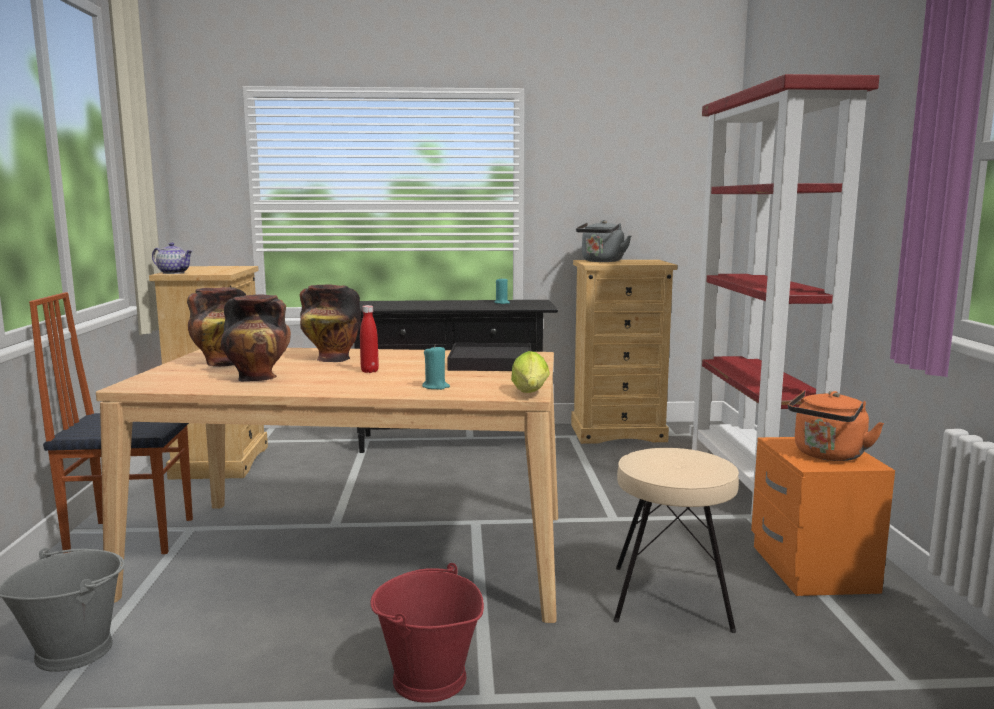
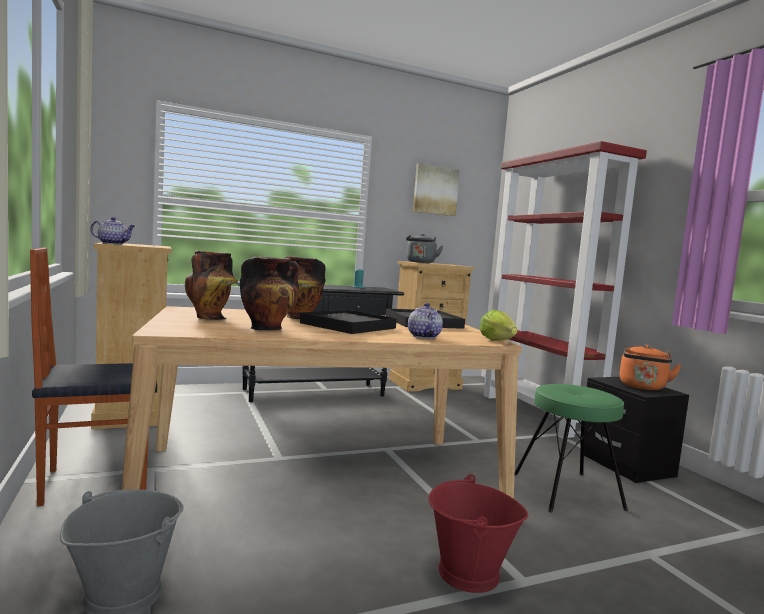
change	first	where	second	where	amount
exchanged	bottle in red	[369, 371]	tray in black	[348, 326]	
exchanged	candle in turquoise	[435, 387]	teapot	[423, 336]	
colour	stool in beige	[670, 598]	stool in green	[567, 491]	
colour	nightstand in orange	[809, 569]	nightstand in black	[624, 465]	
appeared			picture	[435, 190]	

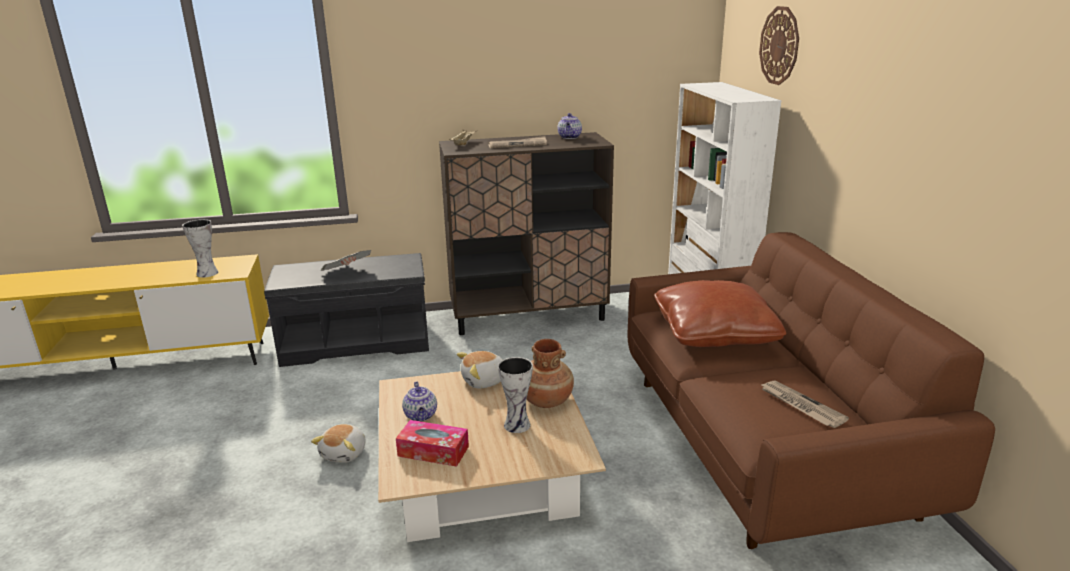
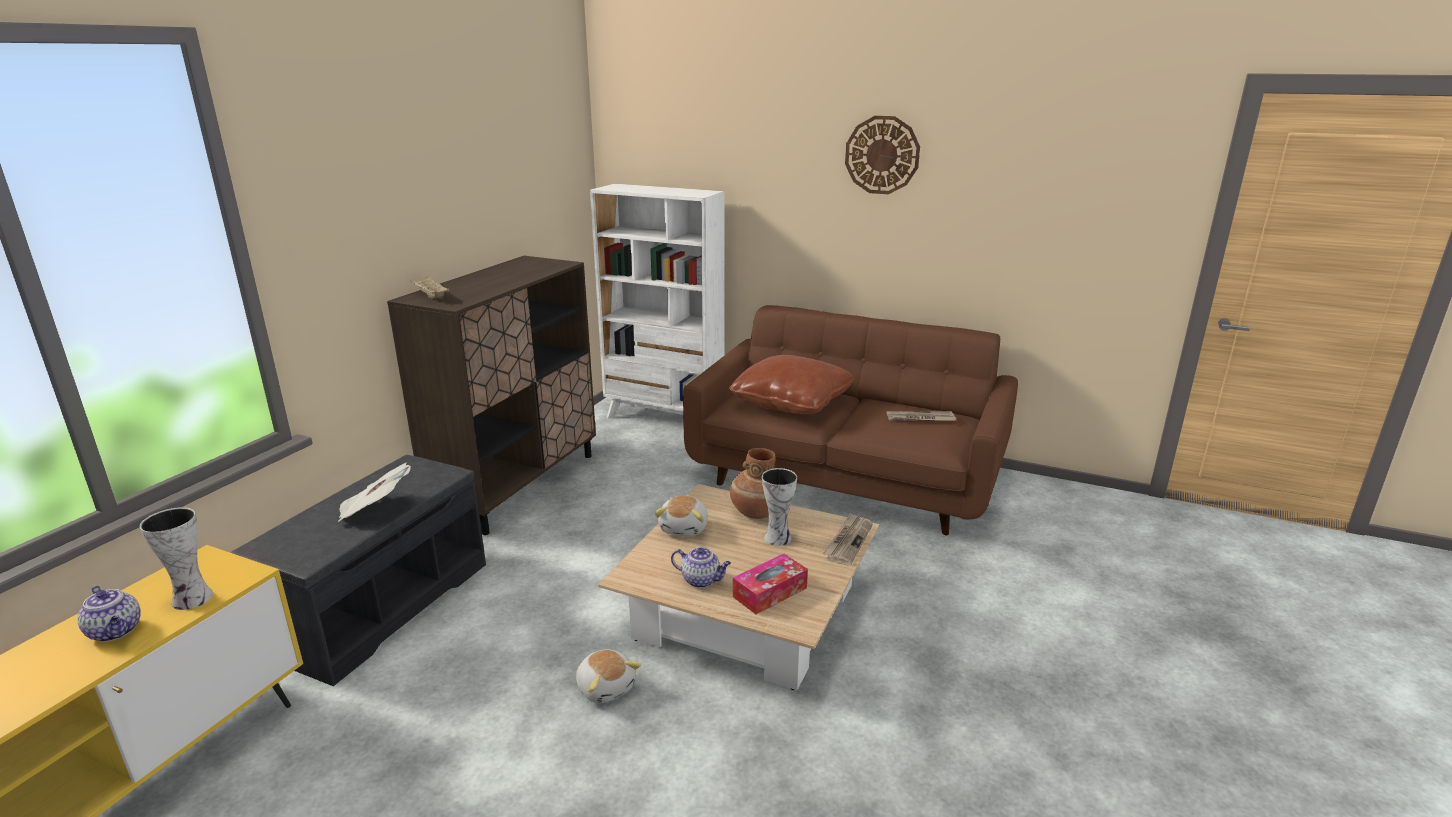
change	first	where	second	where	amount
relocated	newspaper	[518, 145]		[848, 541]	
relocated	teapot	[569, 137]		[116, 631]	
relocated	wall clock	[779, 45]		[882, 155]	

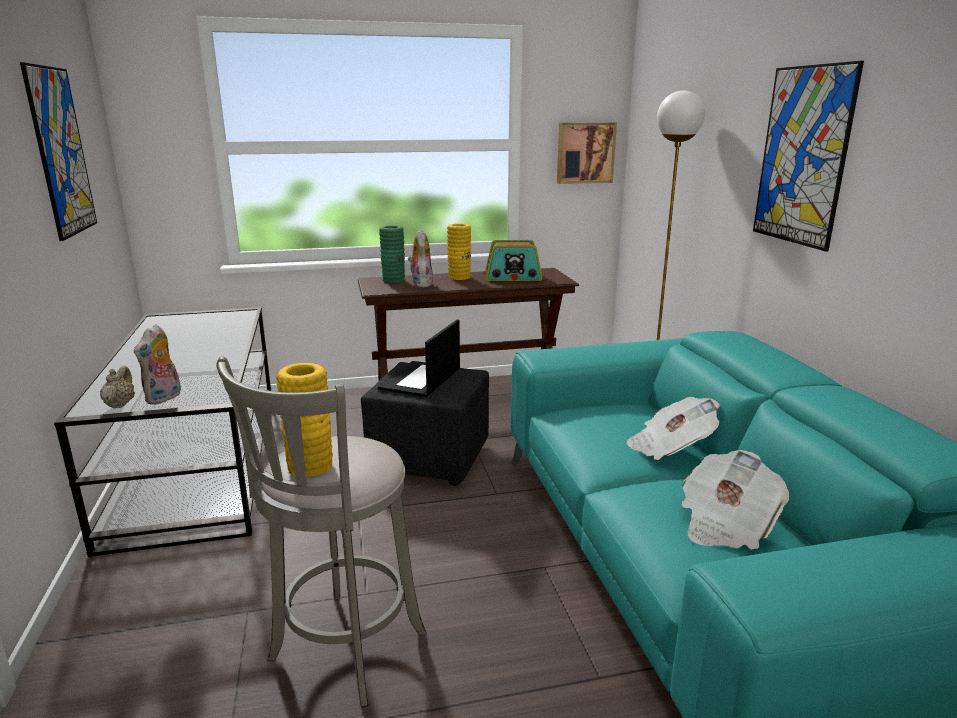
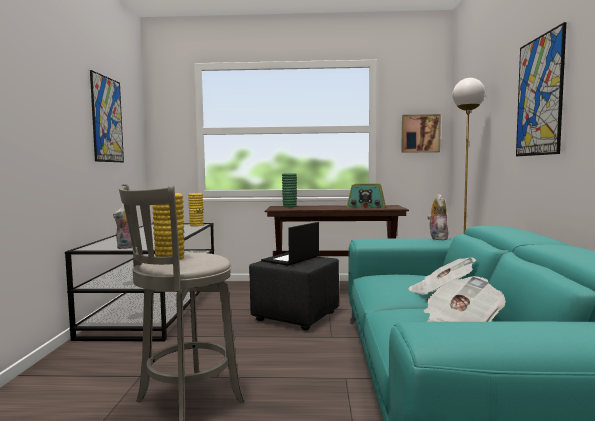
change	first	where	second	where	amount
missing	teapot in beige	[120, 404]			
relocated	plush toy	[421, 284]		[437, 238]	
relocated	vase in yellow	[459, 277]		[196, 225]	

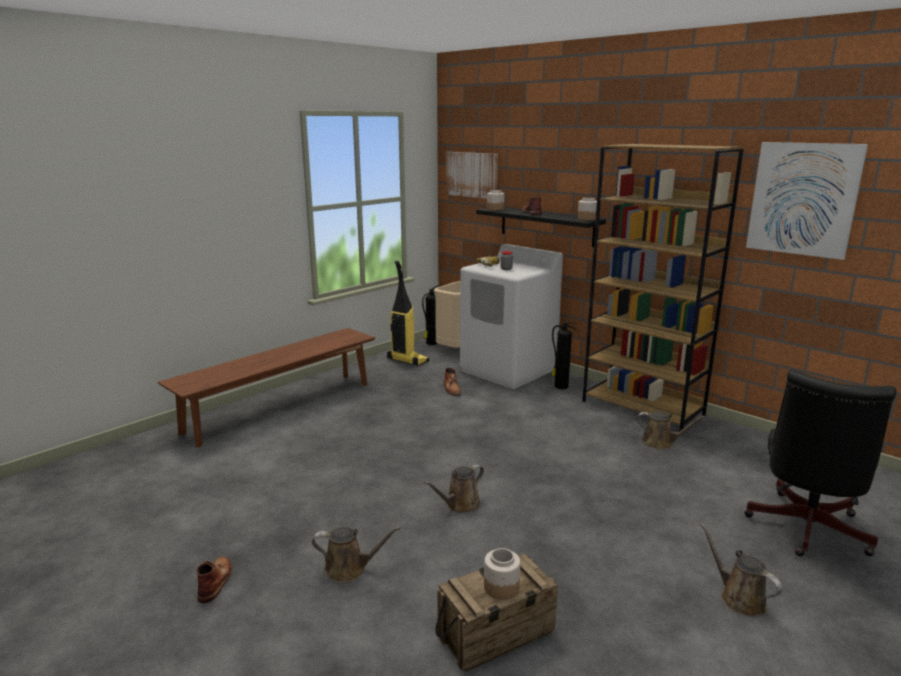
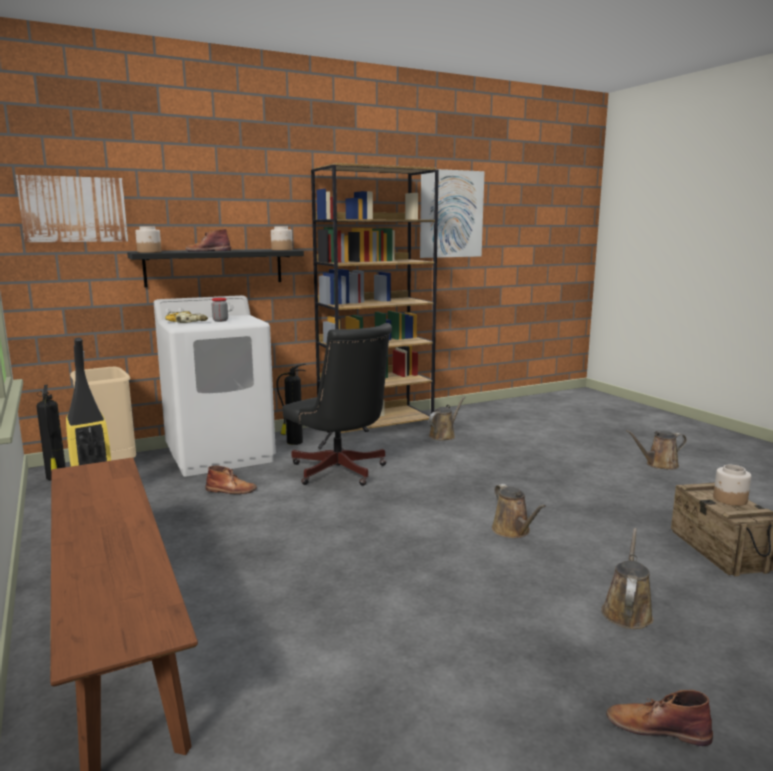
change	first	where	second	where	amount
relocated	office chair in black	[805, 530]		[341, 472]	

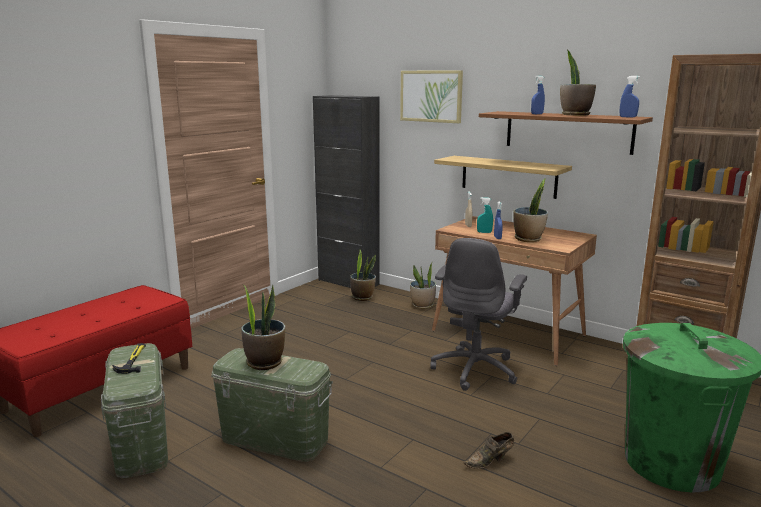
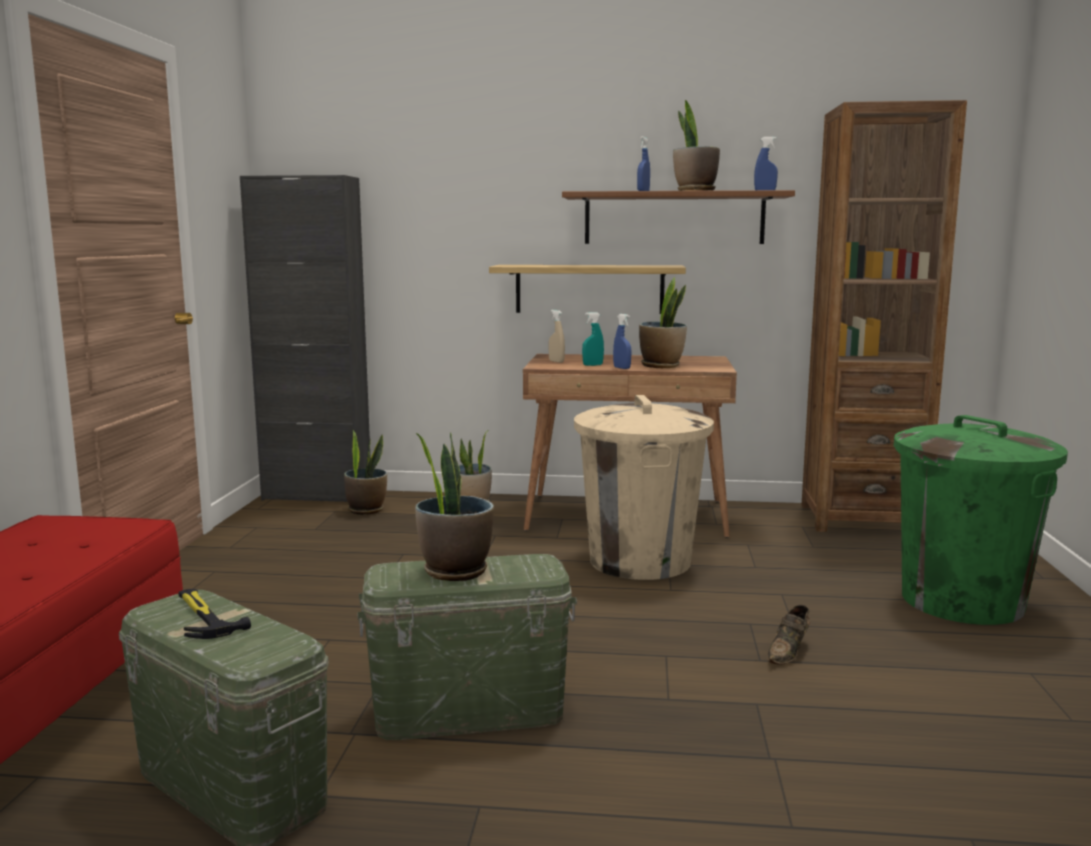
change	first	where	second	where	amount
missing	picture	[431, 96]			
exchanged	office chair in grey	[475, 369]	trash can in beige	[639, 561]	

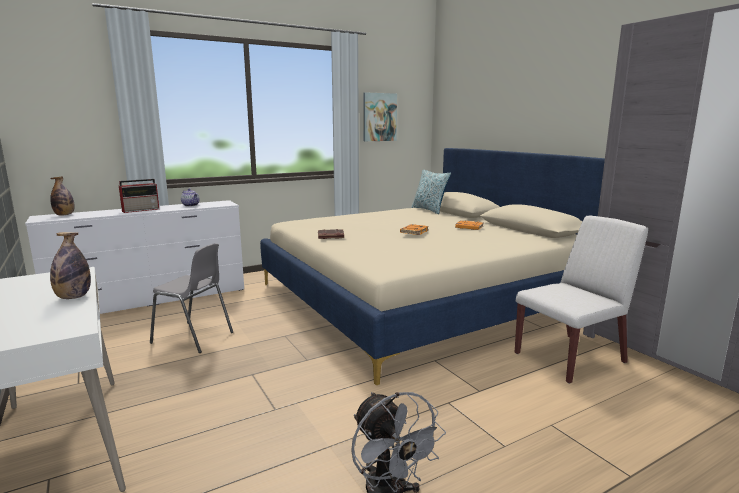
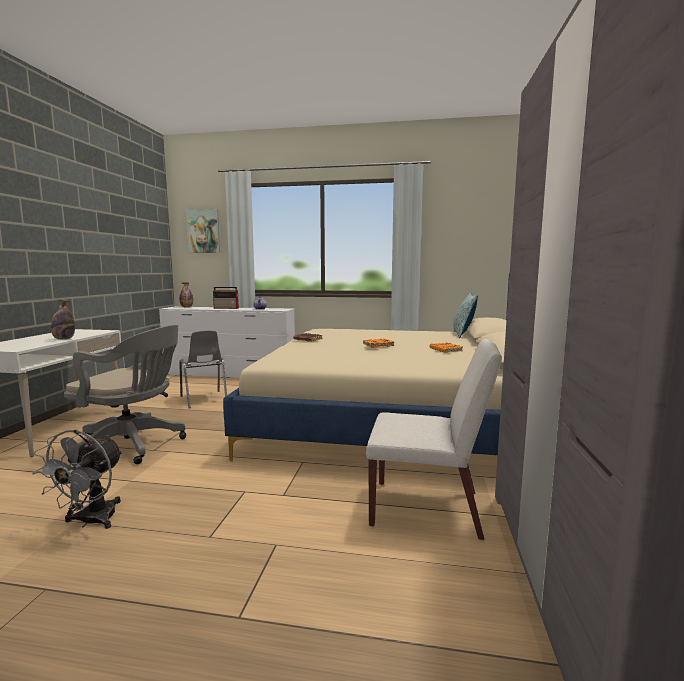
change	first	where	second	where	amount
relocated	picture	[379, 117]		[203, 231]	
appeared			office chair in grey	[134, 445]	

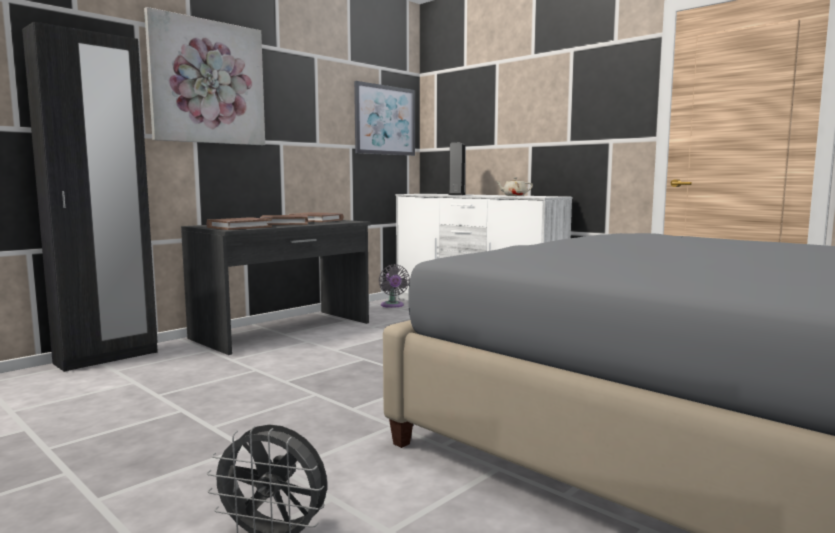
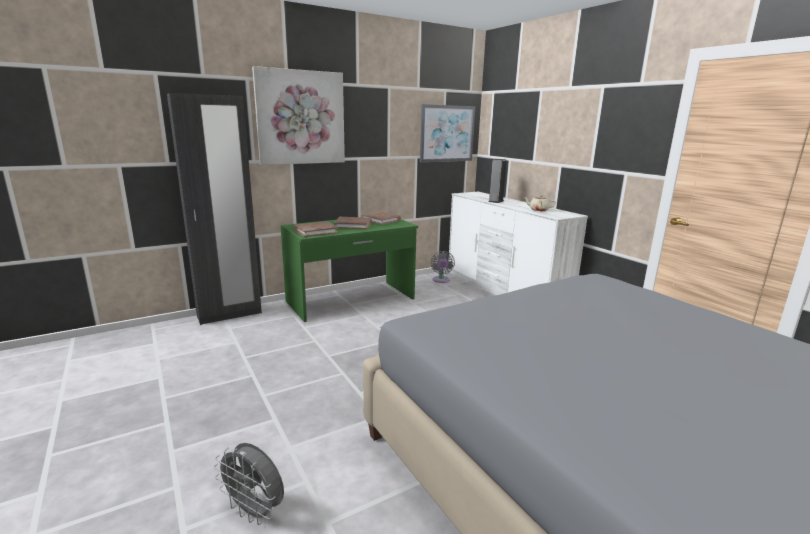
change	first	where	second	where	amount
colour	desk in grey	[284, 330]	desk in green	[351, 300]	

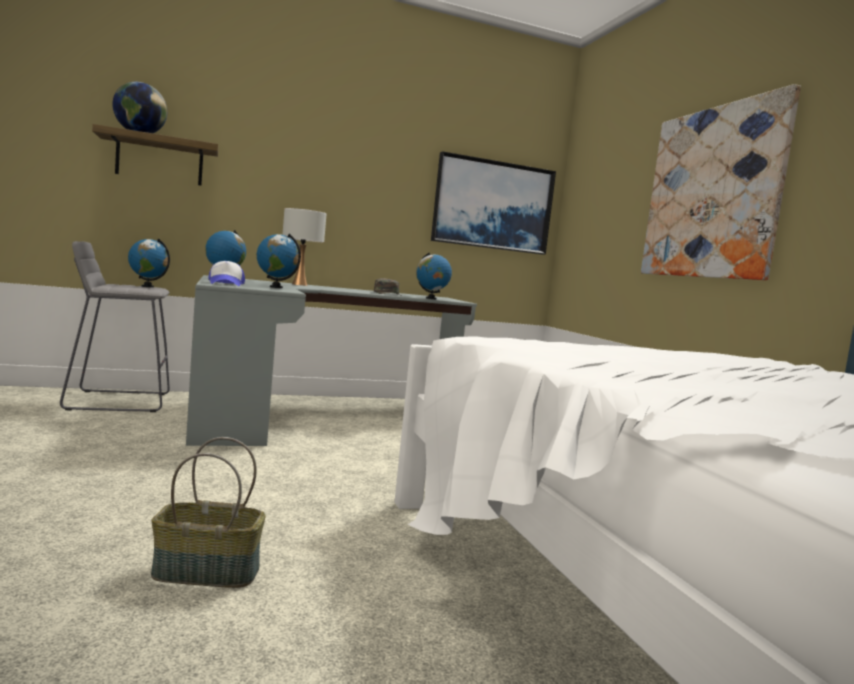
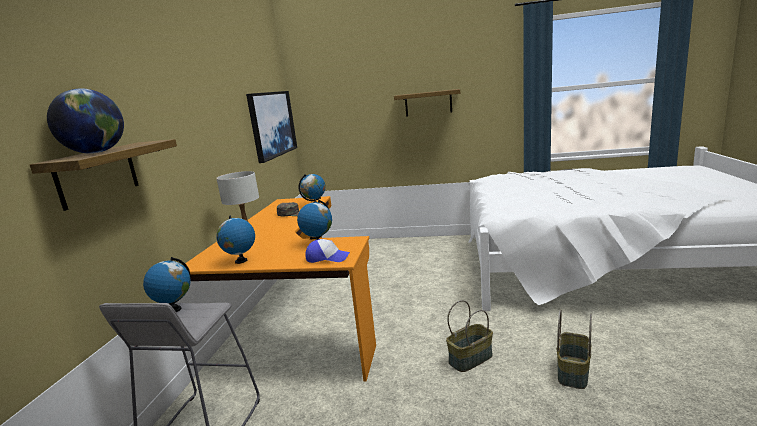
change	first	where	second	where	amount
colour	desk in grey	[312, 412]	desk in orange	[295, 321]	
exchanged	picture	[712, 193]	shelf	[428, 103]	
appeared			basket	[470, 358]	

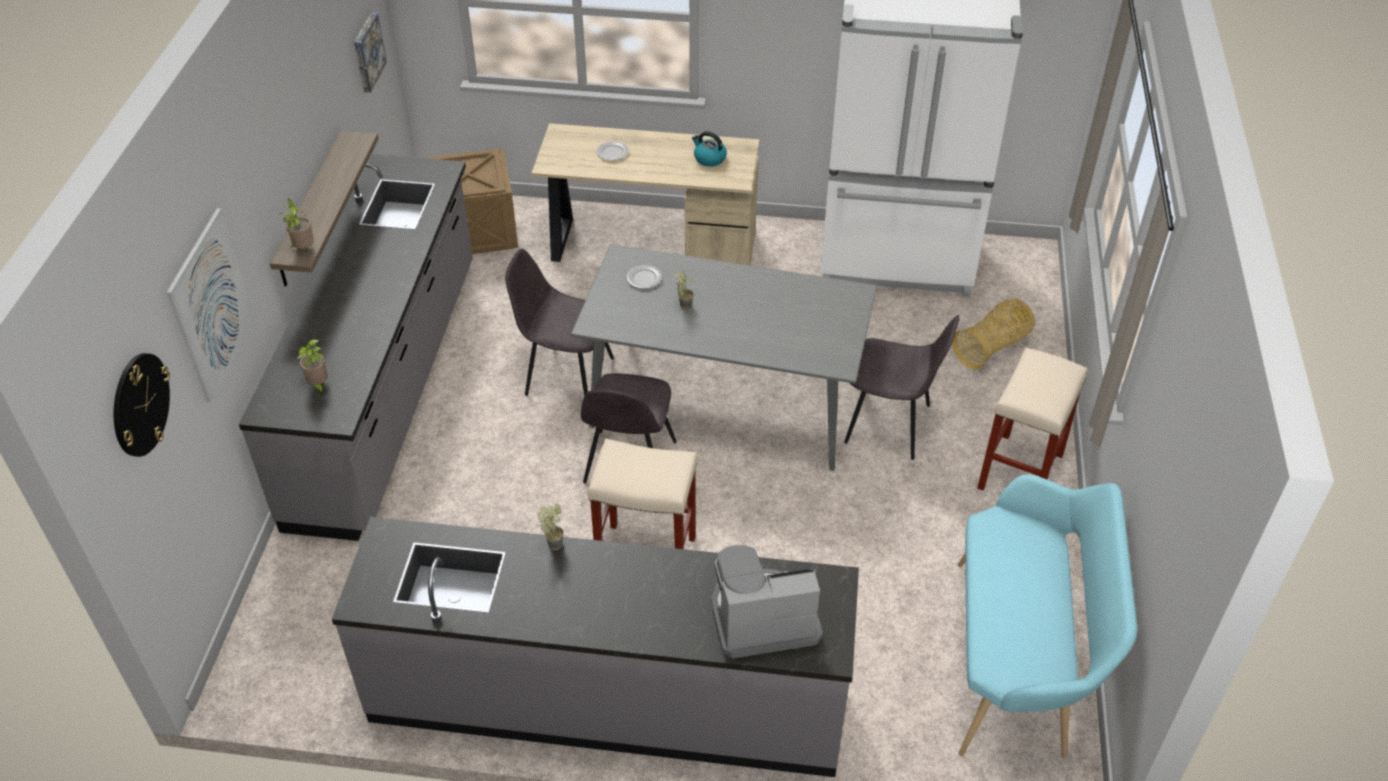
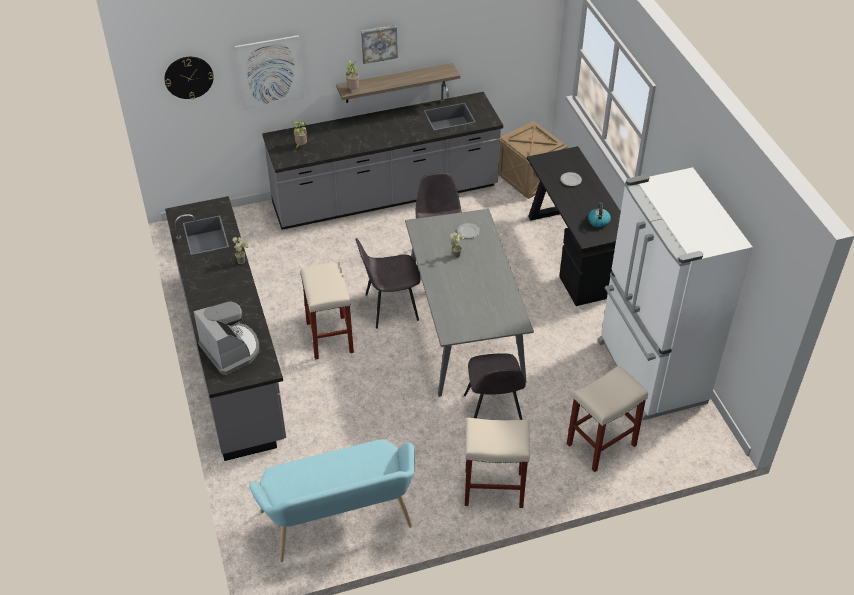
change	first	where	second	where	amount
relocated	picture	[367, 52]		[378, 43]	
colour	desk in beige	[650, 246]	desk in black	[573, 252]	
exchanged	basket	[992, 347]	stool in beige	[601, 445]	

